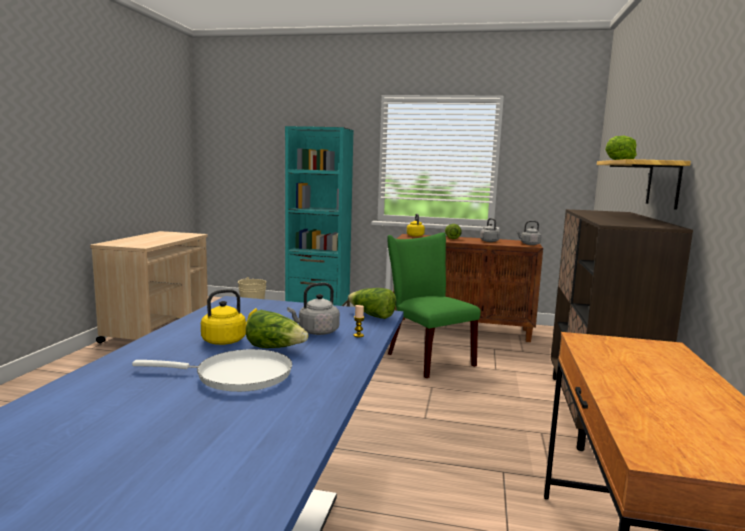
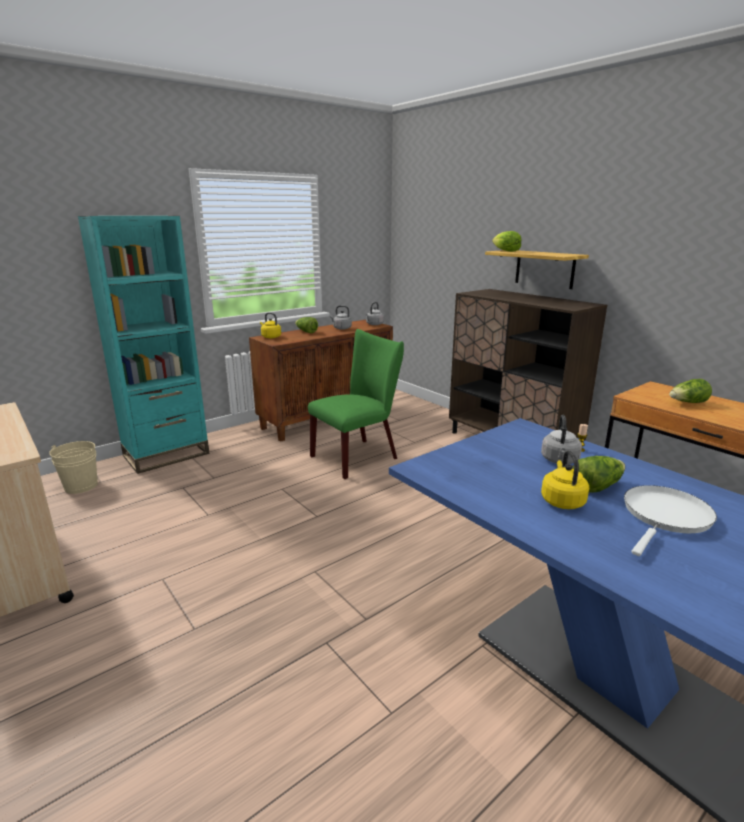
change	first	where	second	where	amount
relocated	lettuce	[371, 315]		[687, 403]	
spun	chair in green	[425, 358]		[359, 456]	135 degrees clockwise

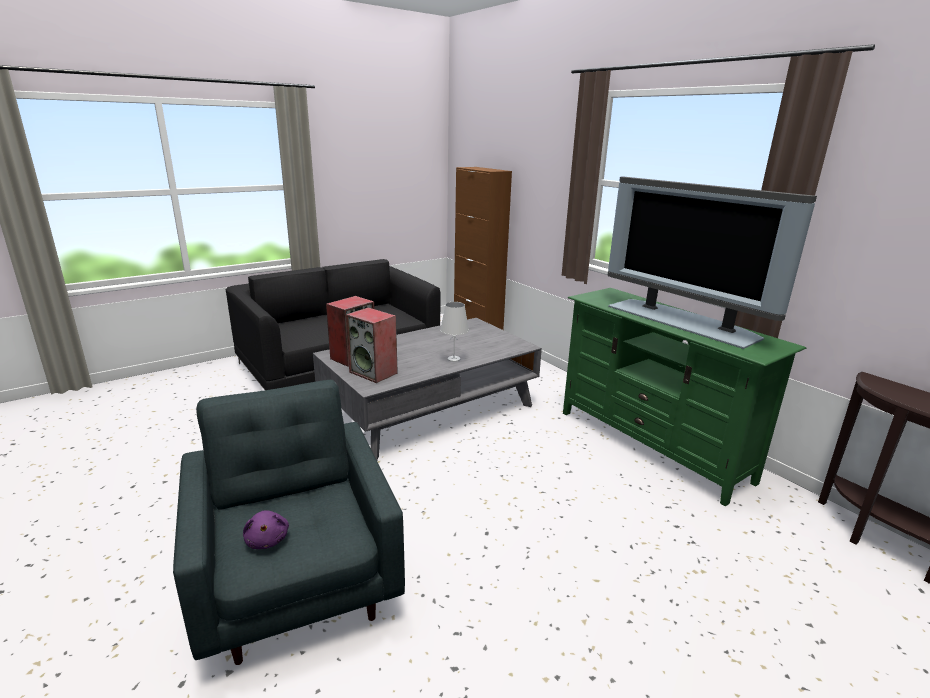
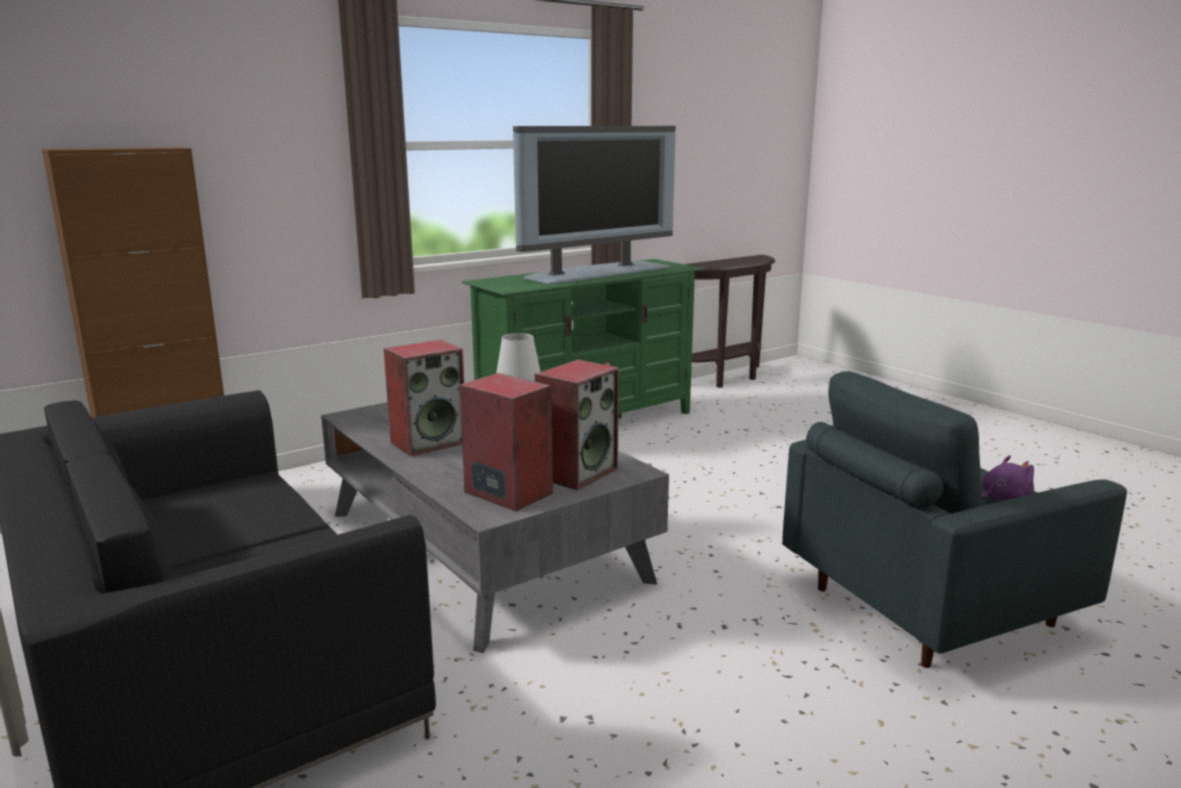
change	first	where	second	where	amount
appeared			speaker	[429, 442]	

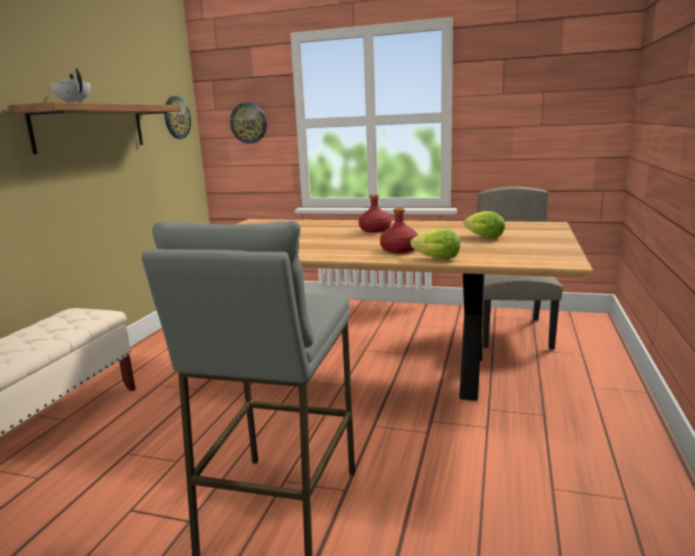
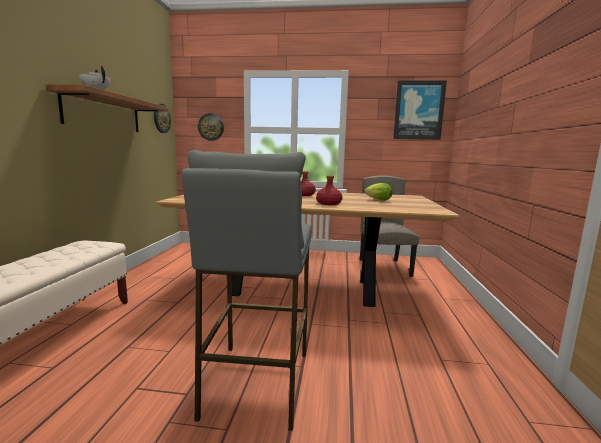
change	first	where	second	where	amount
missing	lettuce	[434, 259]			
appeared			picture	[418, 110]	

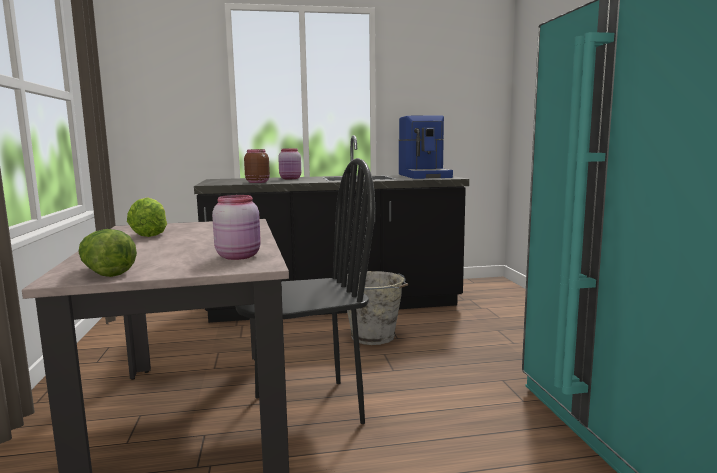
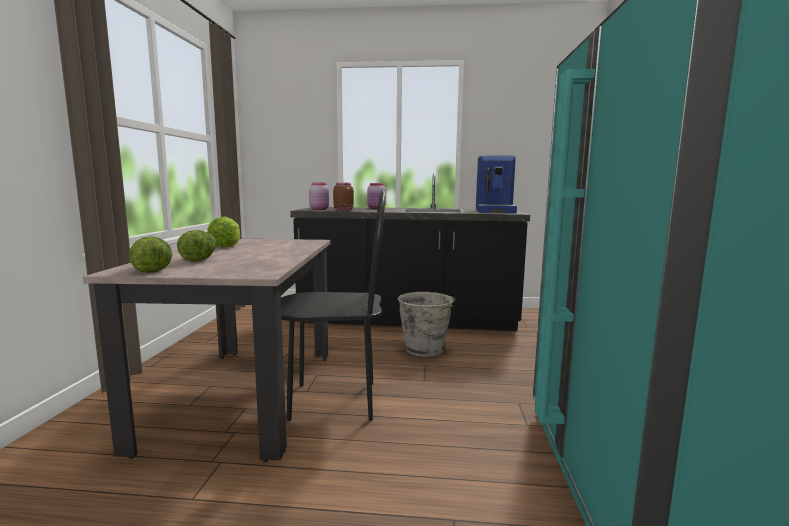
change	first	where	second	where	amount
relocated	jar in pink	[239, 256]		[320, 209]	
appeared			lettuce	[199, 259]	

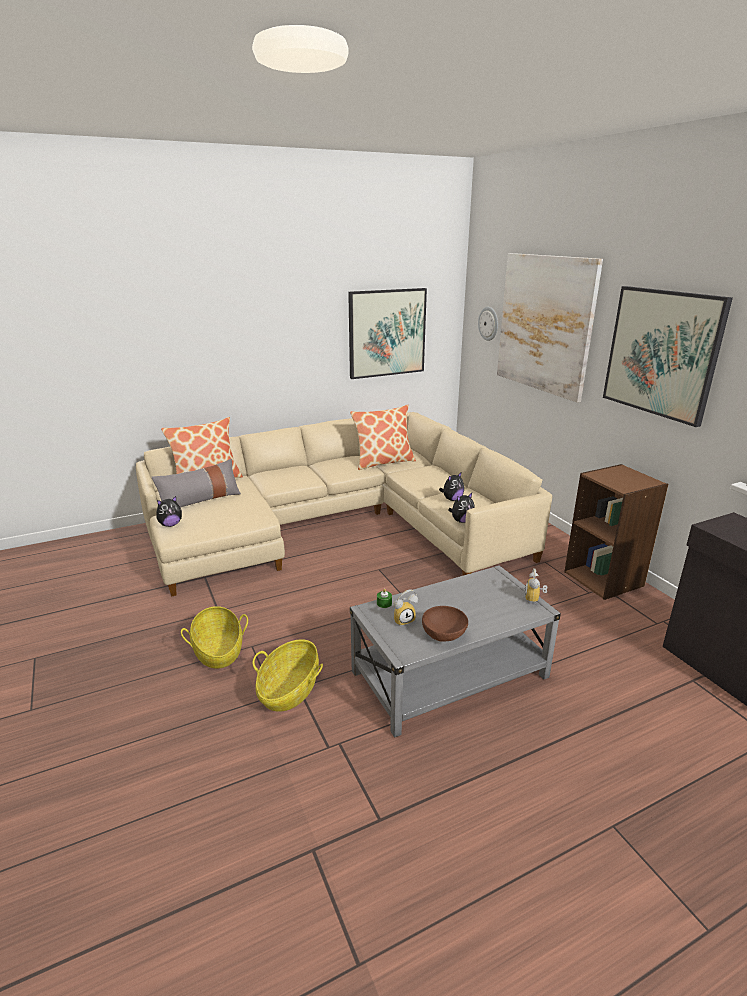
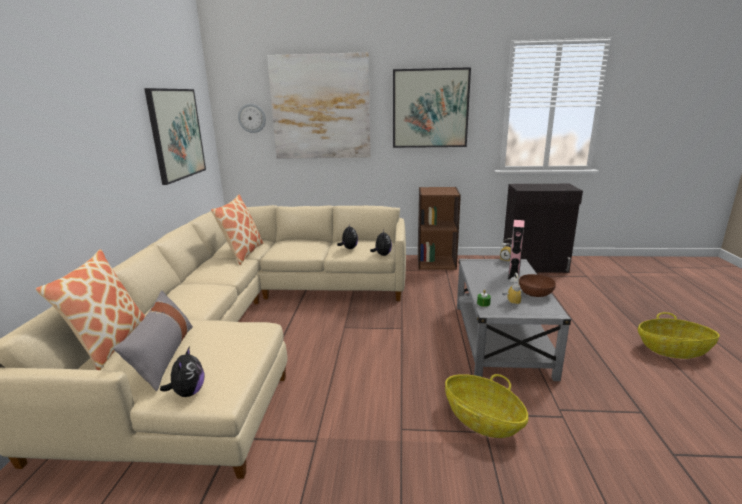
change	first	where	second	where	amount
relocated	basket	[218, 651]		[673, 350]	
appeared			speaker in pink	[513, 274]	

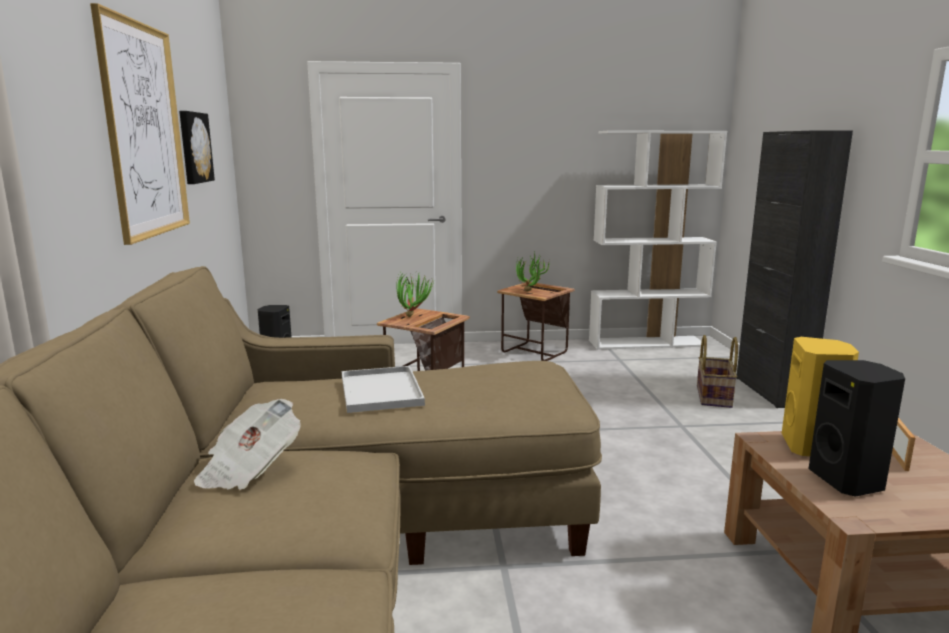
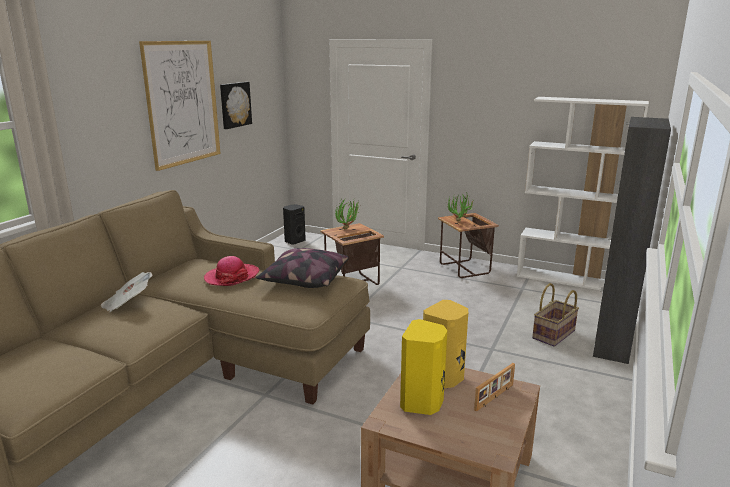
change	first	where	second	where	amount
exchanged	tray in white	[379, 390]	hat	[232, 277]	
colour	speaker in black	[848, 481]	speaker in yellow	[422, 403]	
appeared			pillow	[304, 280]	

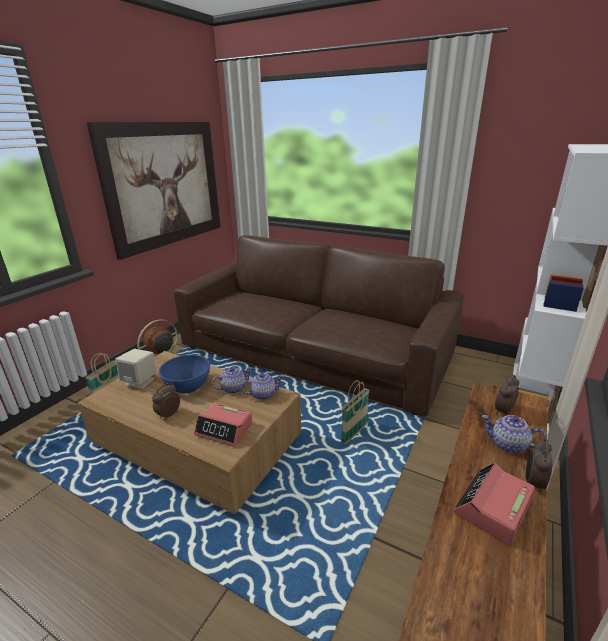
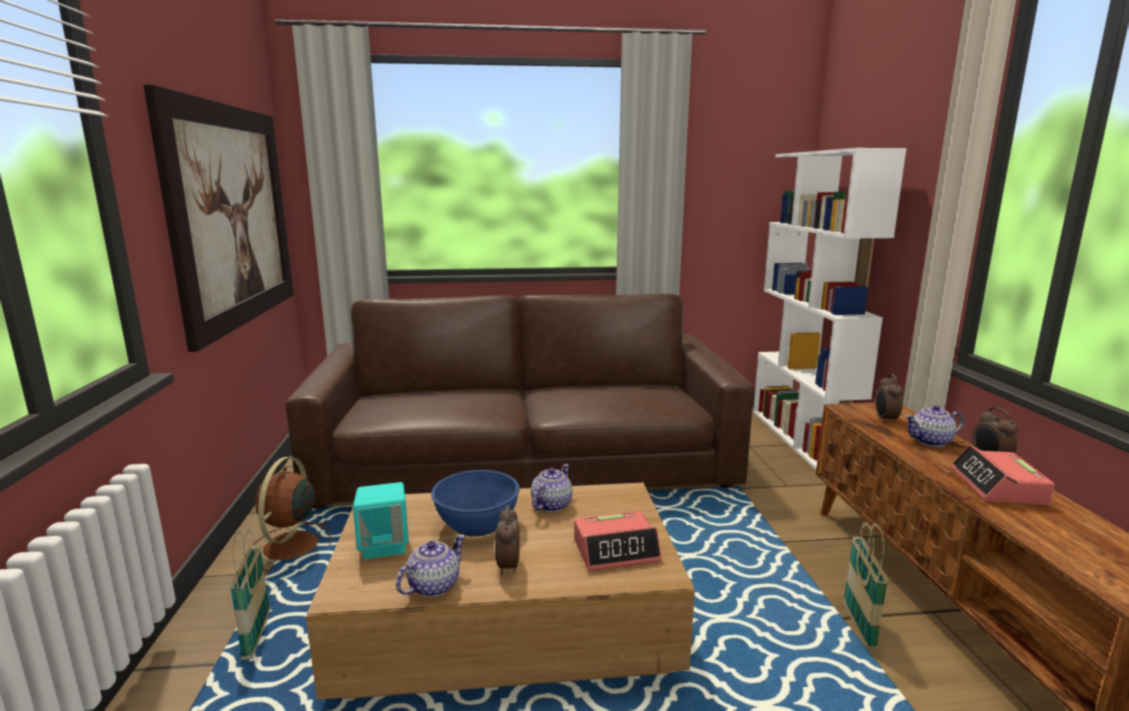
change	first	where	second	where	amount
colour	speaker in beige	[140, 381]	speaker in turquoise	[384, 546]	
relocated	teapot	[263, 394]		[433, 586]	
relocated	basket	[354, 434]		[858, 626]	

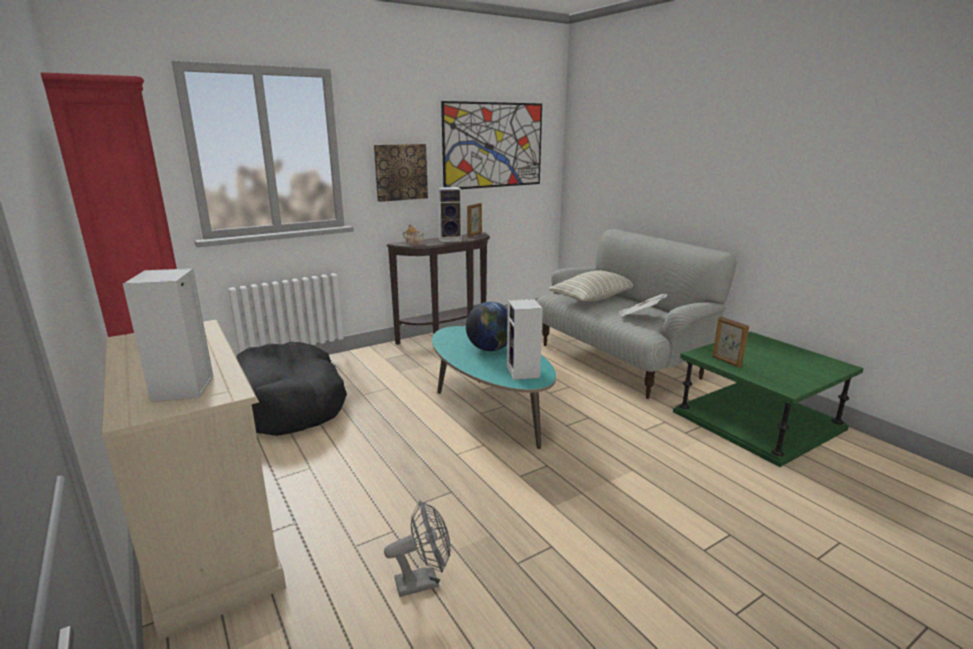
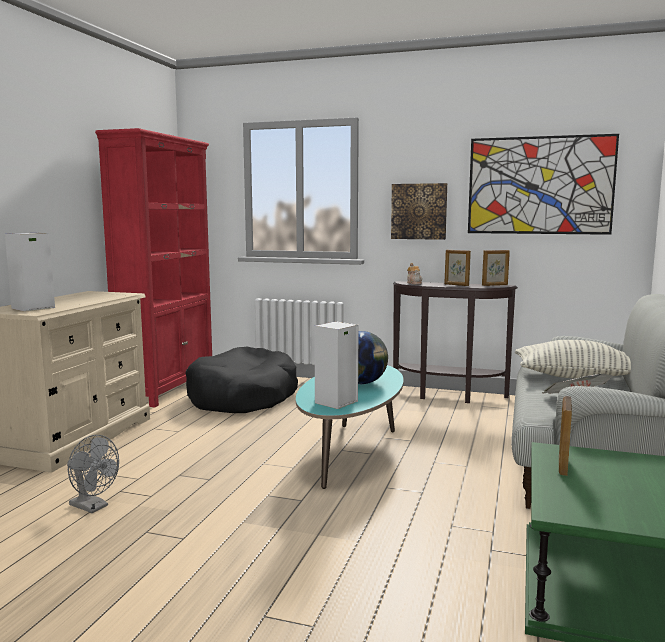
change	first	where	second	where	amount
exchanged	speaker	[451, 239]	picture frame	[456, 285]	

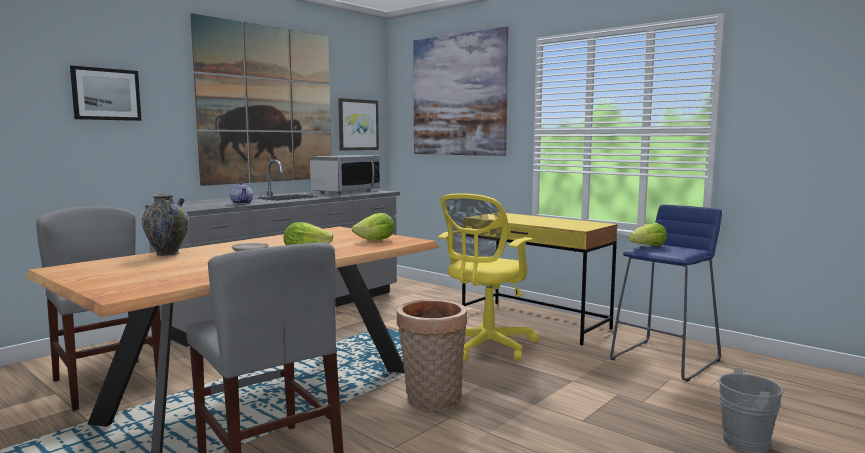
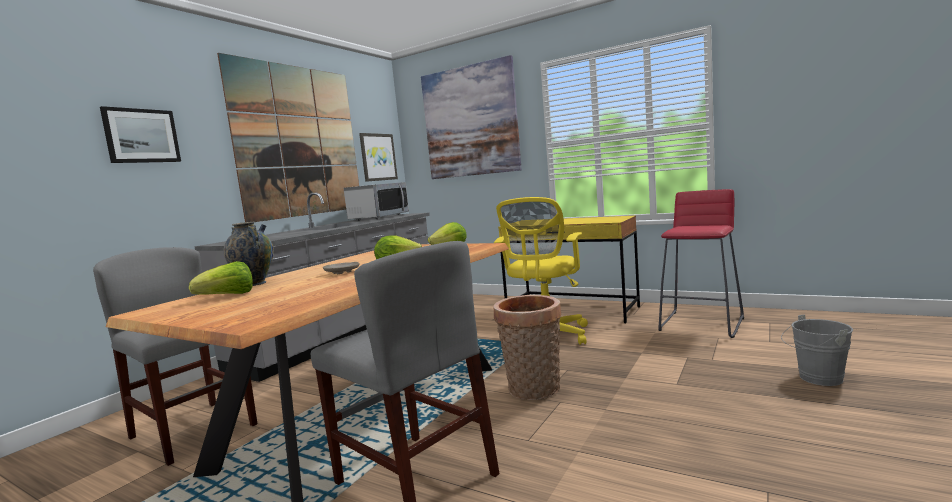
change	first	where	second	where	amount
missing	teapot	[242, 203]			
colour	stool in blue	[665, 360]	stool in red	[702, 324]	
relocated	lettuce	[648, 246]		[228, 296]	

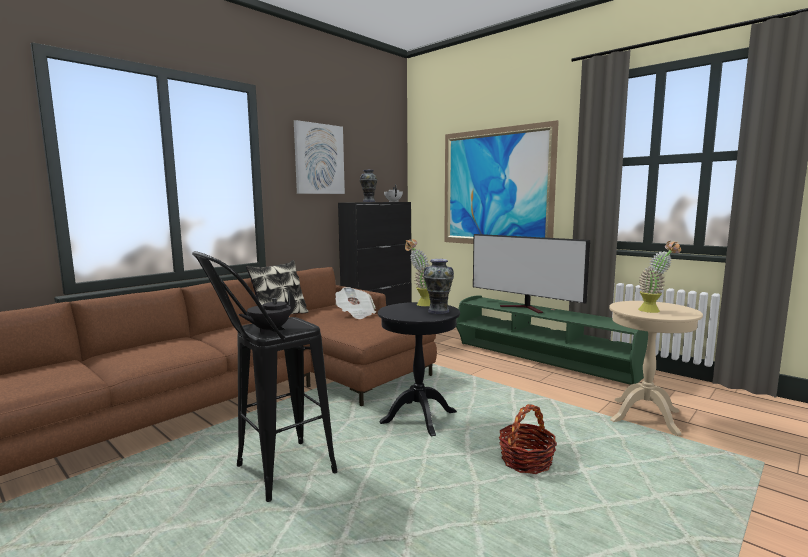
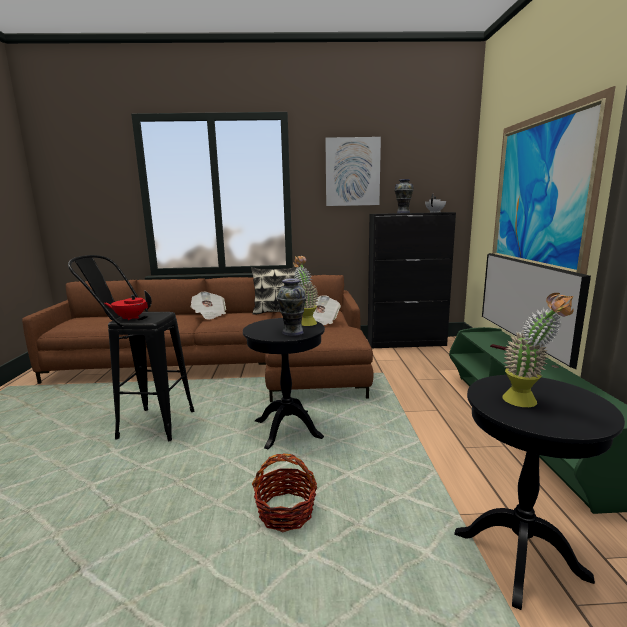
change	first	where	second	where	amount
colour	teapot in black	[269, 330]	teapot in red	[130, 318]	
colour	side table in beige	[645, 416]	side table in black	[519, 555]	
appeared			newspaper	[209, 315]	

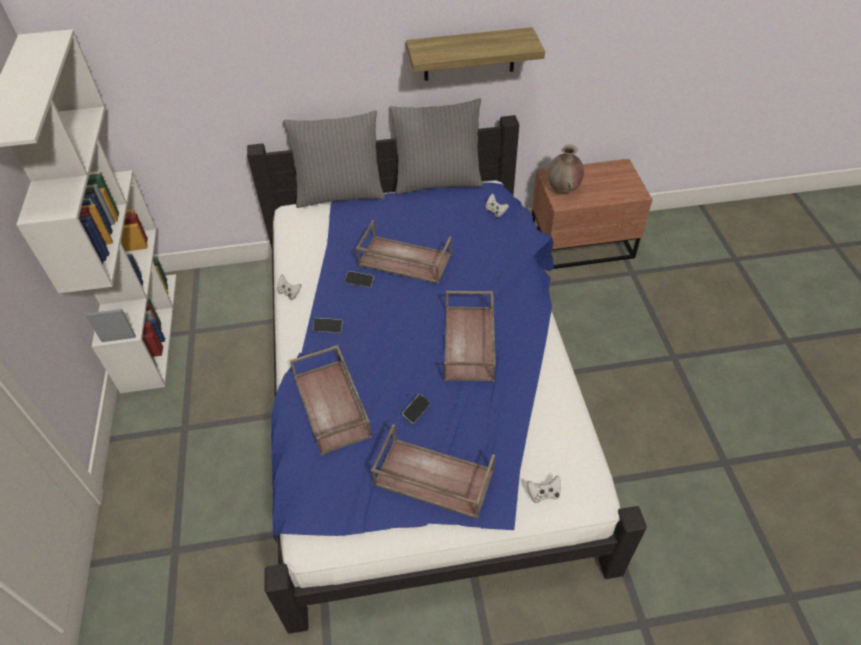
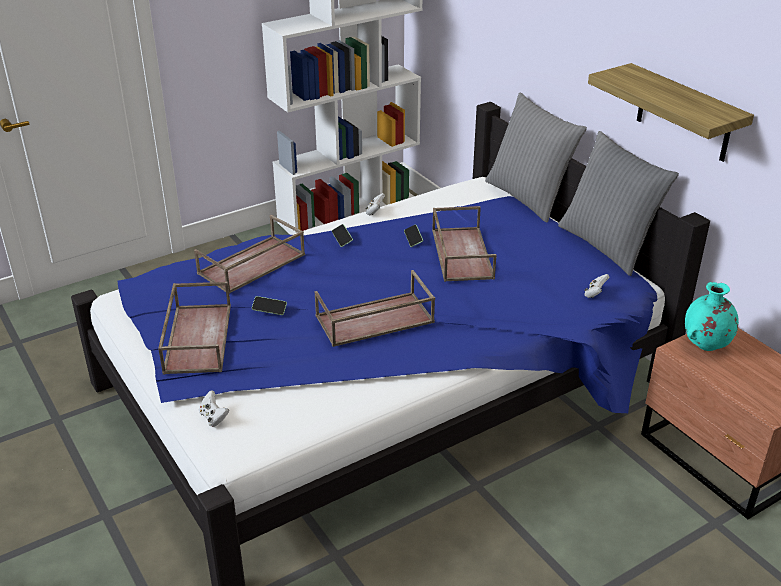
change	first	where	second	where	amount
colour	vase in brown	[563, 190]	vase in turquoise	[705, 346]	

